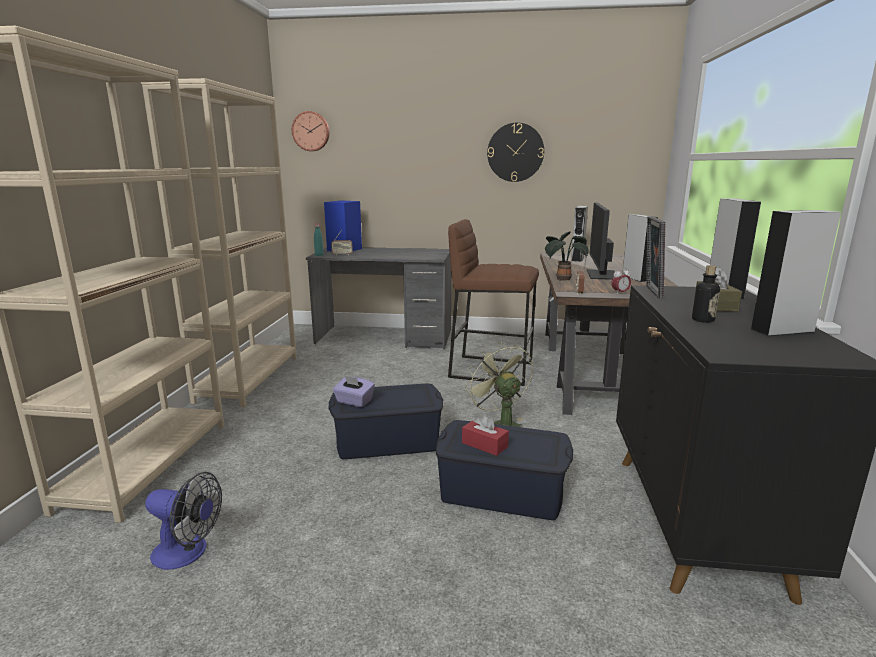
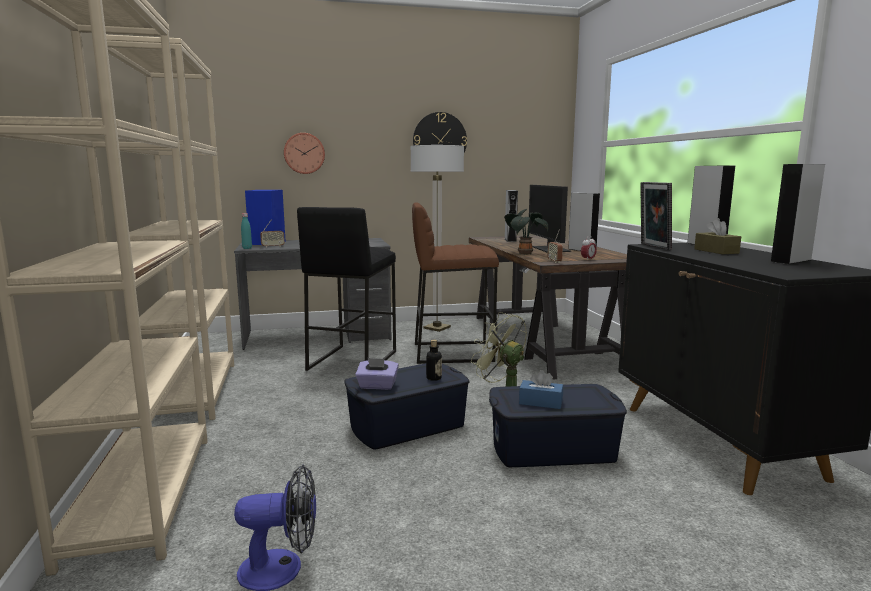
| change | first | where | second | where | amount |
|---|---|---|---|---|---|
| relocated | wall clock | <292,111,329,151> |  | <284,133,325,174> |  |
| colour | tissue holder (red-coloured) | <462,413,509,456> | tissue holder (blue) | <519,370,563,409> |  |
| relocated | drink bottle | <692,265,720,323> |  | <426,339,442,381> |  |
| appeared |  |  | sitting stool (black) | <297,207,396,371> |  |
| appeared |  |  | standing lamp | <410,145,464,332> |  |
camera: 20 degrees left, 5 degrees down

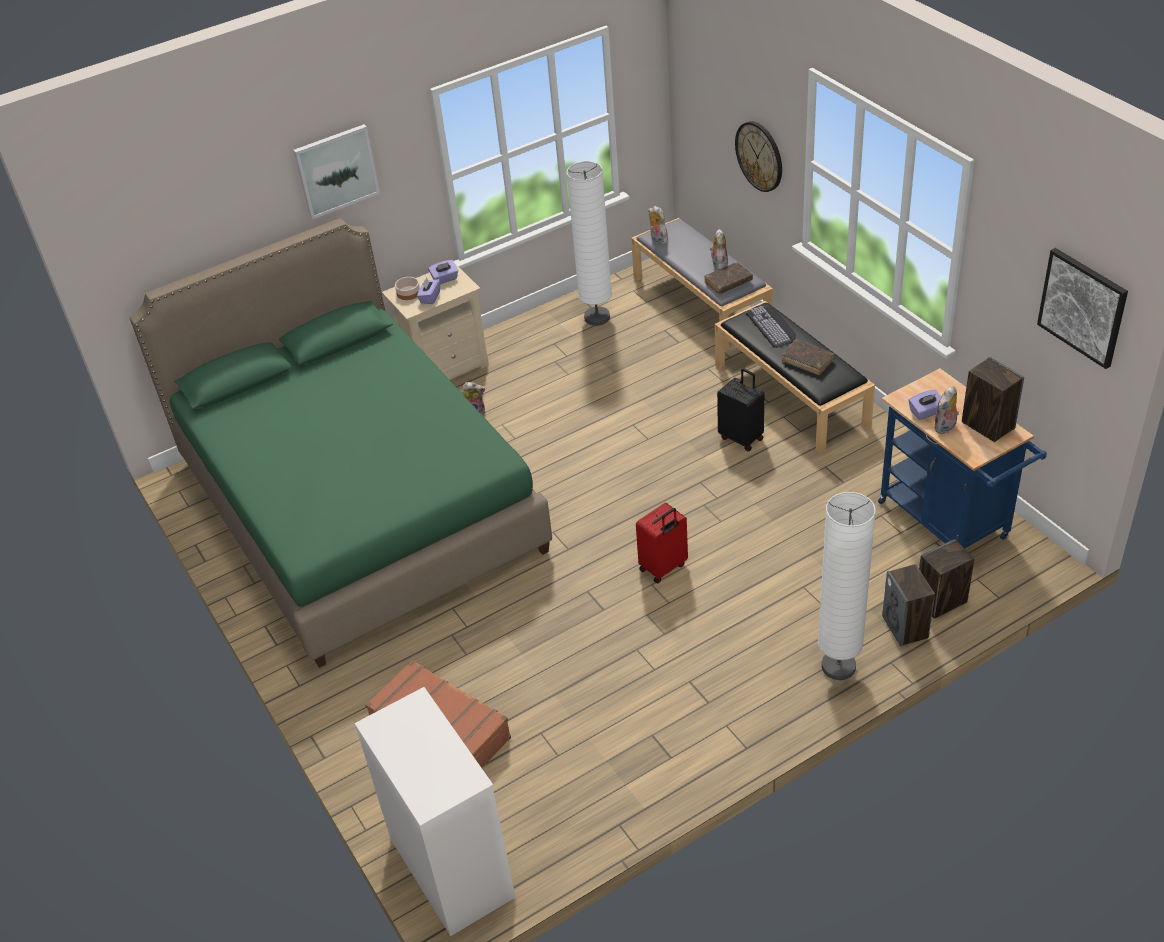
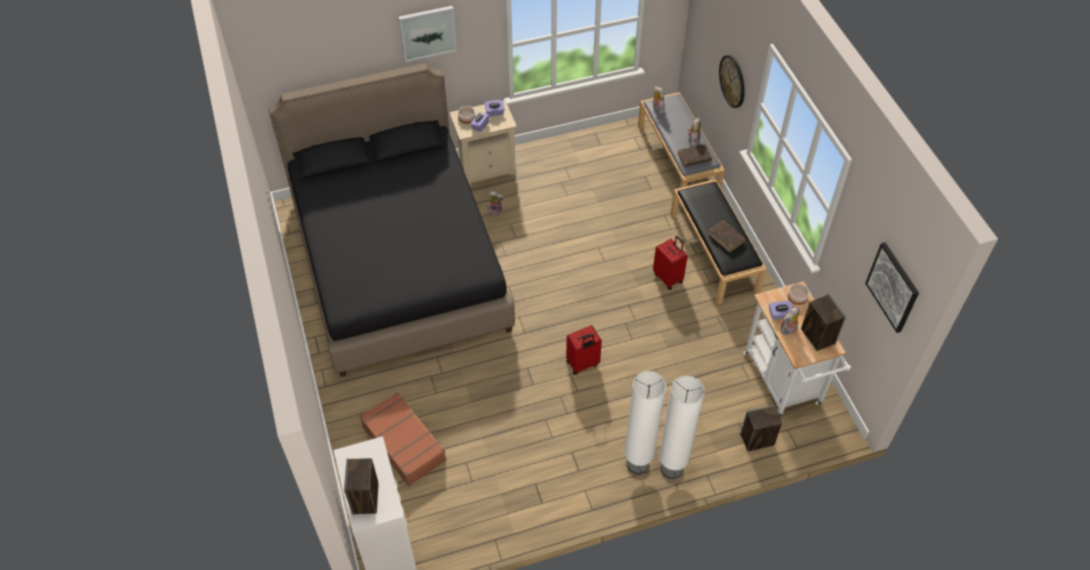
| change | first | where | second | where | amount |
|---|---|---|---|---|---|
| colour | bed (green-coloured) | <130,218,552,668> | bed (black) | <268,63,515,377> |  |
| relocated | standing lamp (white) | <566,161,612,326> |  | <624,371,666,475> |  |
| colour | travel case (black) | <717,368,764,452> | travel case (red-coloured) | <653,236,688,290> |  |
| missing | PC keyboard | <746,306,796,348> |  |  |  |
| colour | trolley (blue) | <878,368,1047,548> | trolley (white) | <743,281,851,417> |  |
| relocated | speaker | <882,564,935,646> |  | <344,458,379,515> |  |
| appeared |  |  | deep dish | <788,283,809,305> |  |
camera: 10 degrees right, 10 degrees up

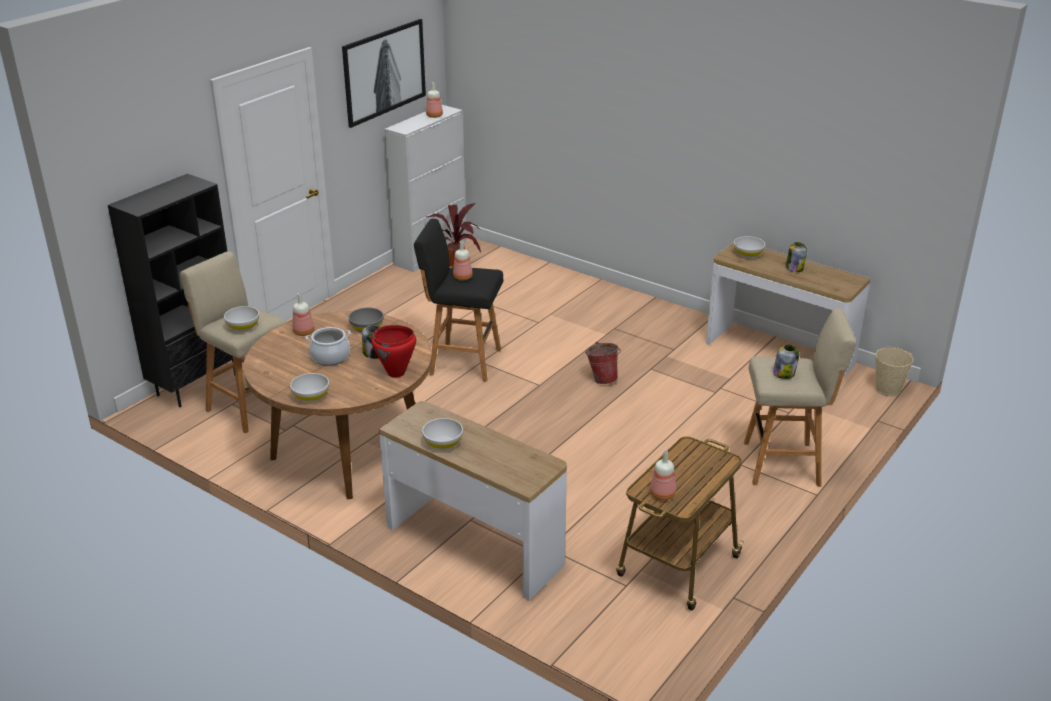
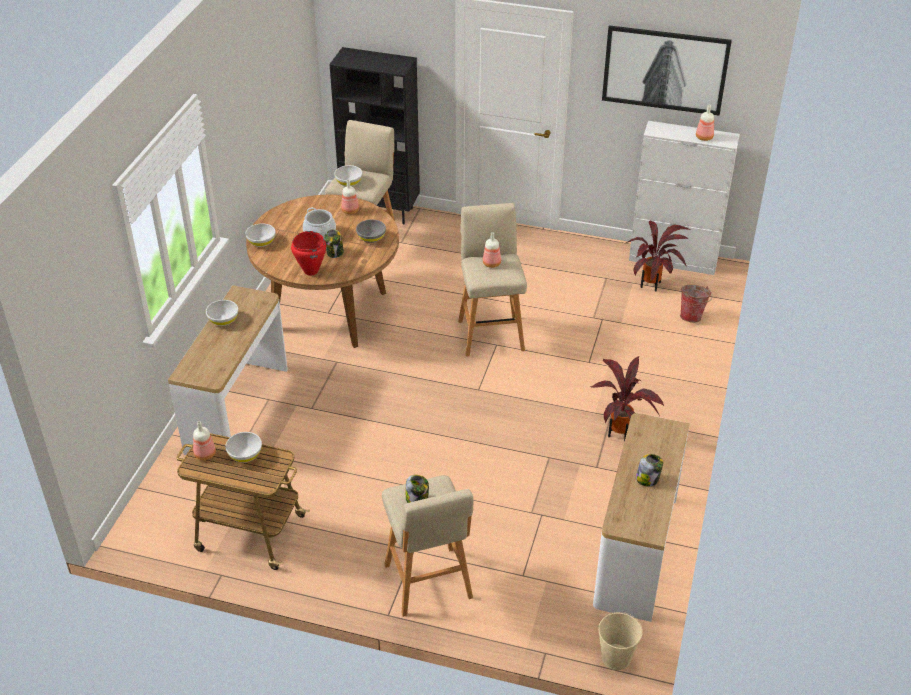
| change | first | where | second | where | amount |
|---|---|---|---|---|---|
| colour | sitting stool (black) | <414,219,504,382> | sitting stool (beige) | <458,203,527,356> |  |
| relocated | water bucket | <585,342,621,384> |  | <680,285,712,322> |  |
| relocated | deep dish (white) | <734,236,765,258> |  | <225,432,262,463> |  |
| appeared |  |  | plant in a pot | <590,356,664,442> |  |
camera: 70 degrees right, 10 degrees up

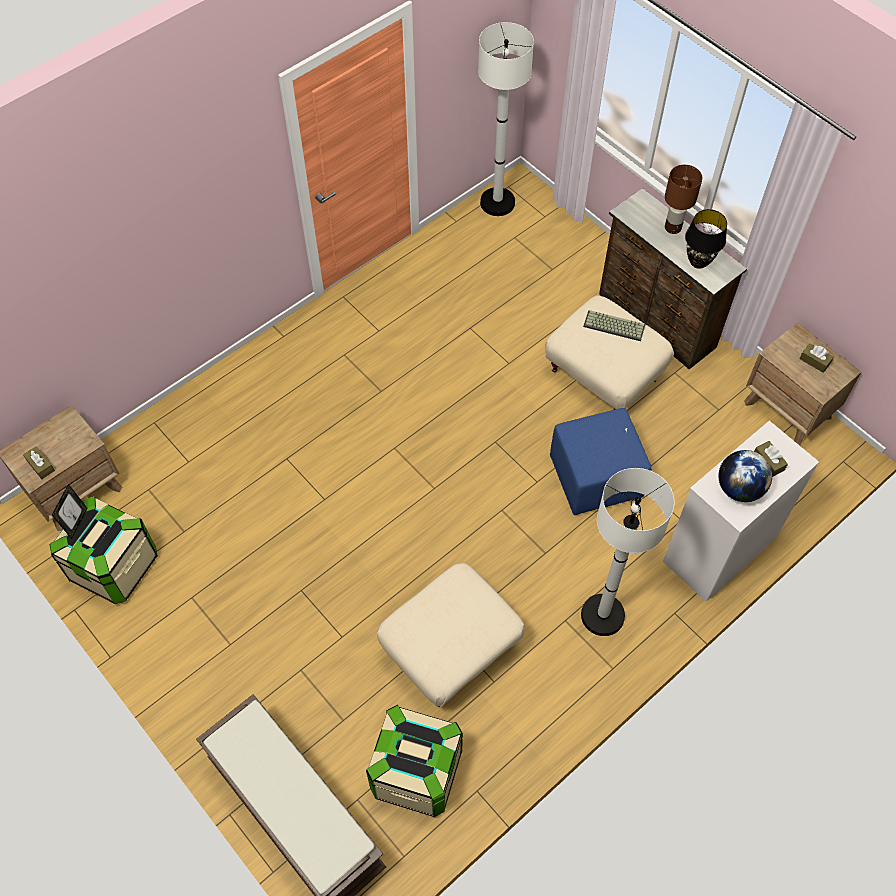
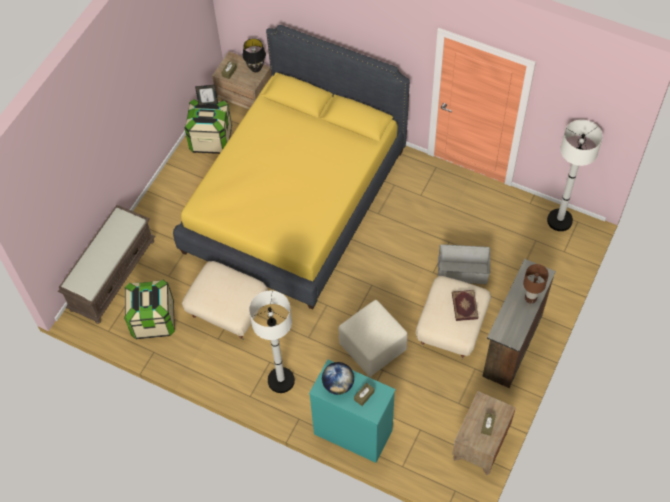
| change | first | where | second | where | amount |
|---|---|---|---|---|---|
| colour | ottoman (blue) | <550,408,651,515> | ottoman (beige) | <338,300,407,377> |  |
| exchanged | PC keyboard | <583,310,646,341> | volume | <452,290,479,321> |  |
| colour | dresser (white) | <663,421,819,602> | dresser (turquoise-coloured) | <309,359,396,463> |  |
| relocated | tabletop lamp (black) | <685,209,727,269> |  | <243,38,266,72> |  |
| appeared |  |  | bed (yellow-coloured) | <173,25,410,310> |  |
| appeared |  |  | storage container (gray) | <438,244,490,284> |  |
camera: 70 degrees right, 0 degrees up

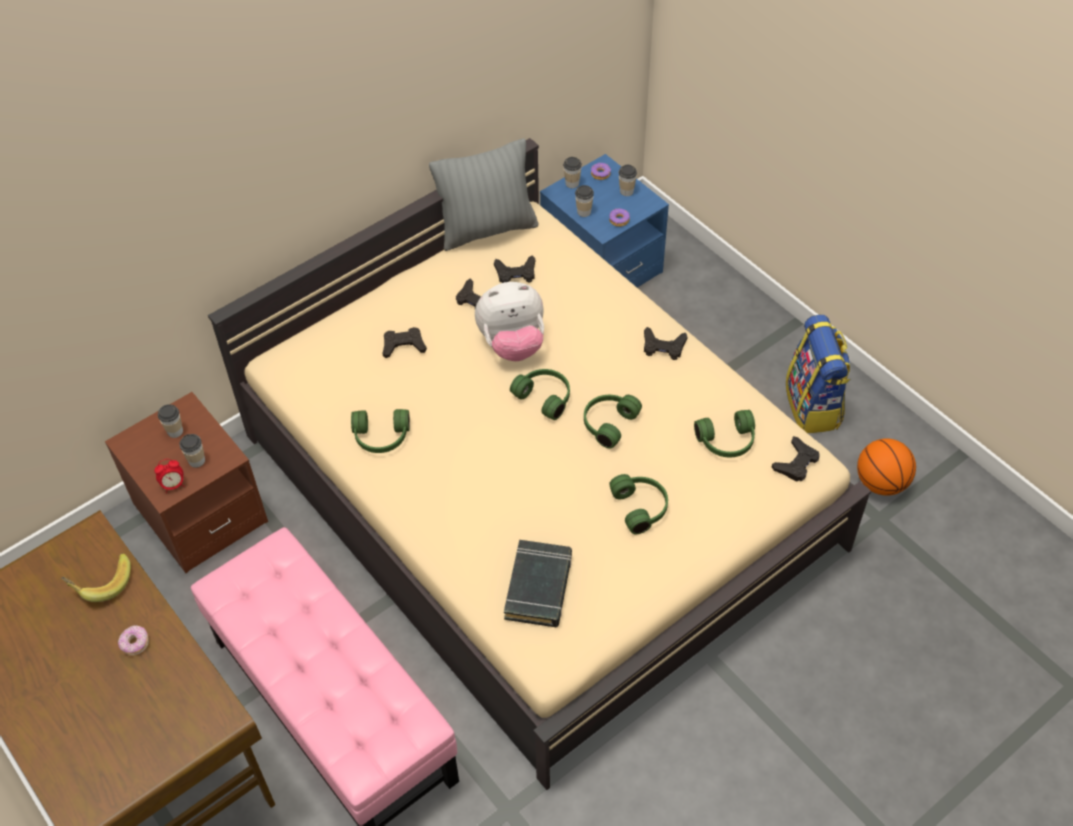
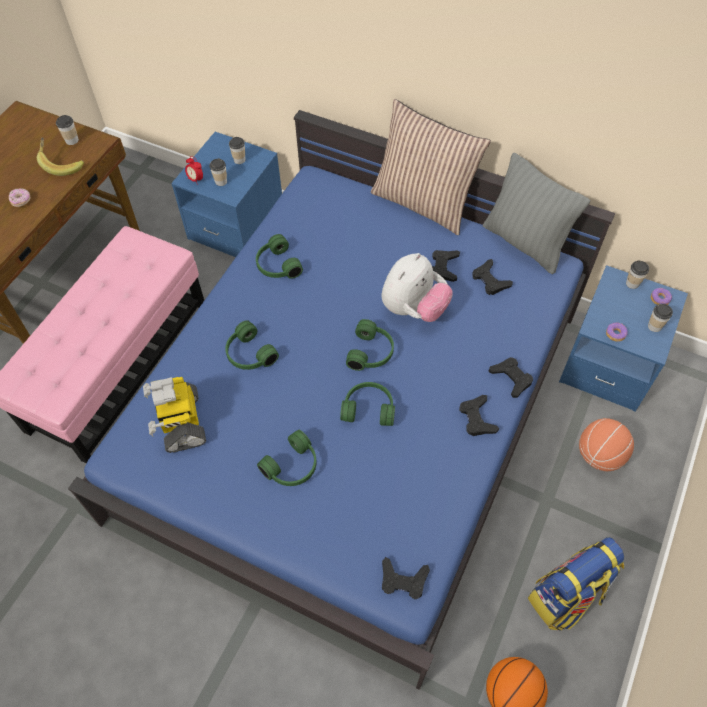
| change | first | where | second | where | amount |
|---|---|---|---|---|---|
| colour | nightstand (brownish) | <105,392,268,573> | nightstand (blue) | <171,132,282,257> |  |
| colour | bed (beige) | <208,138,871,790> | bed (blue) | <68,110,615,690> |  |
| relocated | game controller (black) | <383,327,427,358> |  | <488,357,533,398> |  |
| spun | soft toy | <475,282,544,361> |  | <381,253,453,322> | 105 degrees counterclockwise |
| exchanged | volume (black) | <504,540,572,627> | robot figure | <143,377,206,453> |  |
| relocated | cup | <575,185,594,217> |  | <56,115,79,145> |  |
| relocated | headphones (green-coloured) | <694,410,755,458> |  | <225,320,279,370> |  |
| appeared |  |  | cushion | <371,99,491,235> |  |
| appeared |  |  | basketball | <579,418,634,471> |  |
camera: 65 degrees right, 5 degrees up

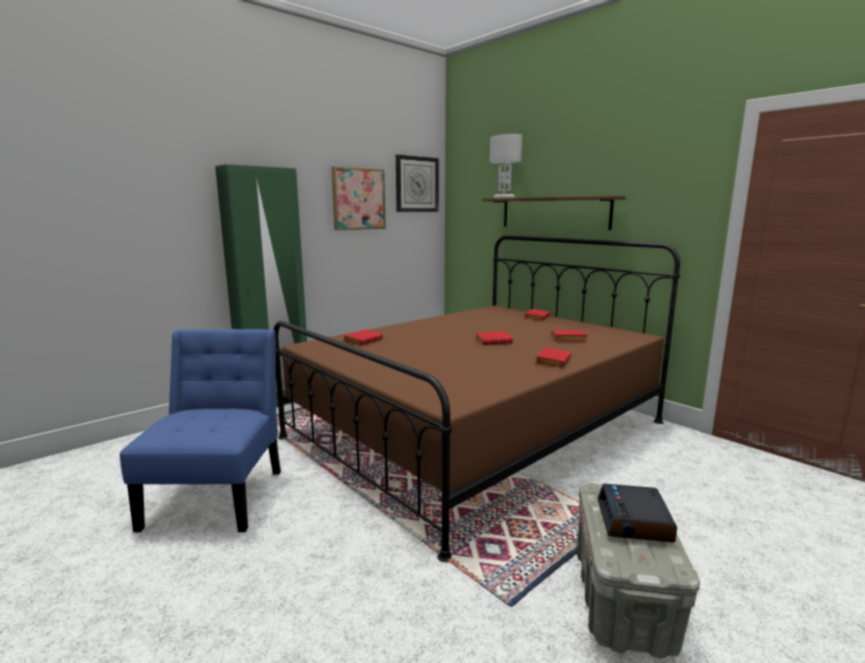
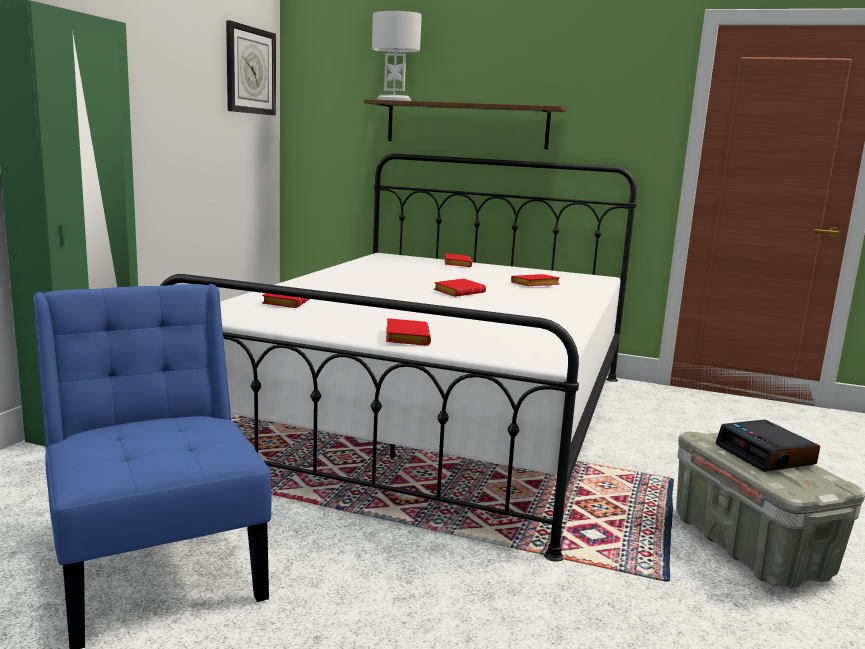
| change | first | where | second | where | amount |
|---|---|---|---|---|---|
| colour | bed (brownish) | <273,235,680,562> | bed (white) | <160,154,637,562> |  |
| missing | wall picture | <331,166,386,230> |  |  |  |
| relocated | volume (red-coloured) | <536,347,572,368> |  | <386,318,431,346> |  |
camera: 30 degrees left, 0 degrees up

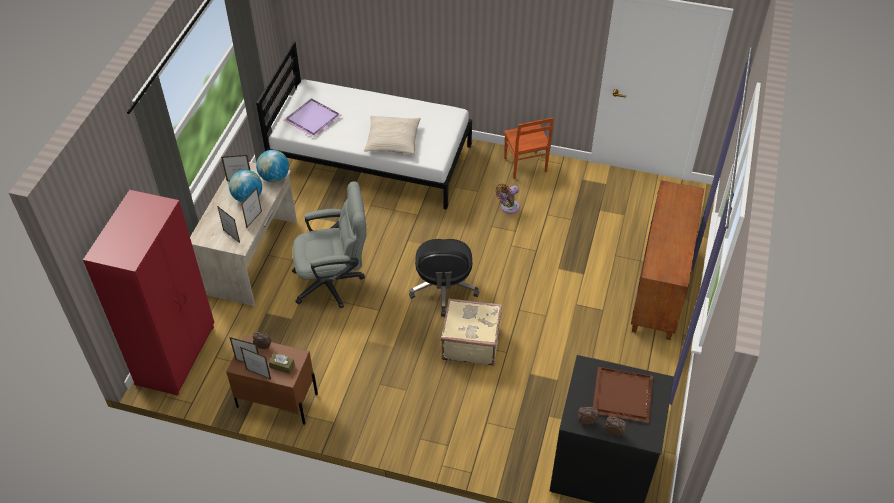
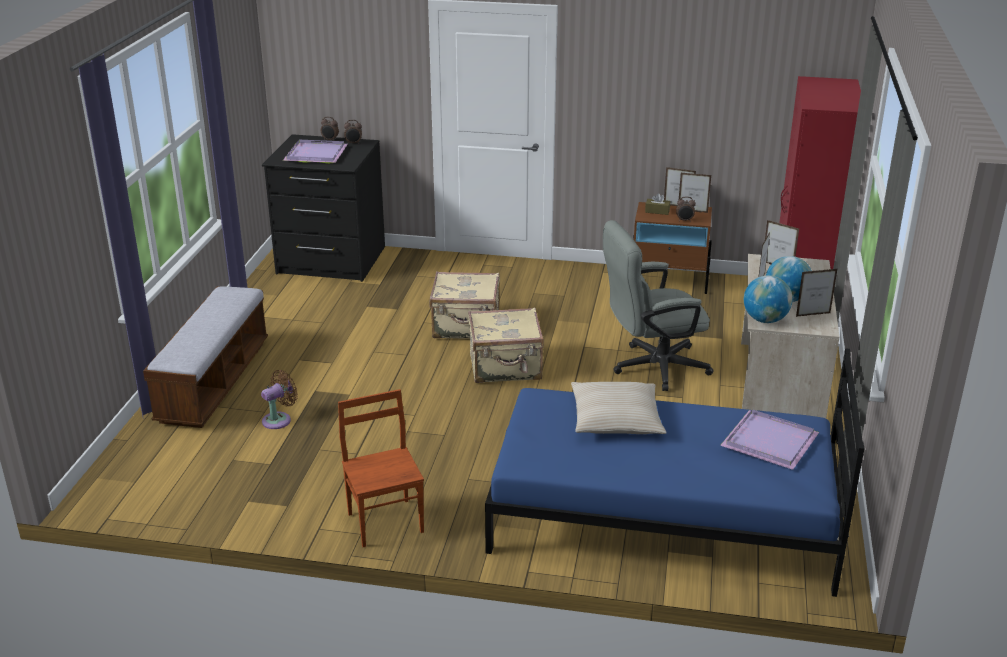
| change | first | where | second | where | amount |
|---|---|---|---|---|---|
| colour | bed (white) | <256,41,472,210> | bed (blue) | <485,348,864,597> |  |
| exchanged | desk chair (black) | <409,239,479,317> | travel case (beige) | <468,307,544,383> |  |
| relocated | fan (brownish) | <495,184,520,214> |  | <261,370,298,429> |  |
| colour | serving tray (brownish) | <593,367,653,423> | serving tray (purplish) | <283,140,348,164> |  |
| exchanged | cupboard (brownish) | <631,180,704,340> | indoor bench | <143,286,268,428> |  |
camera: 175 degrees right, 20 degrees down

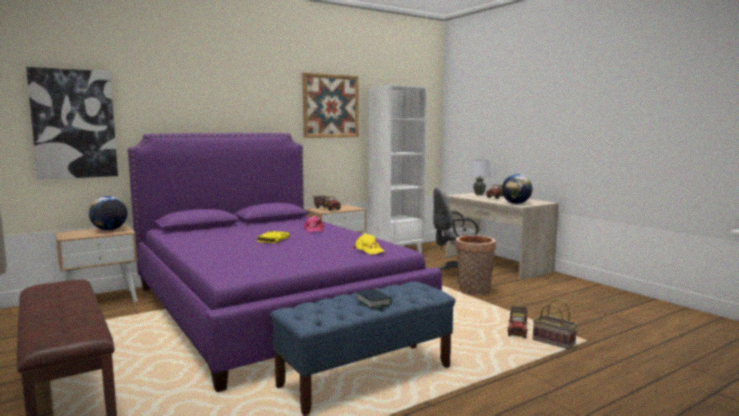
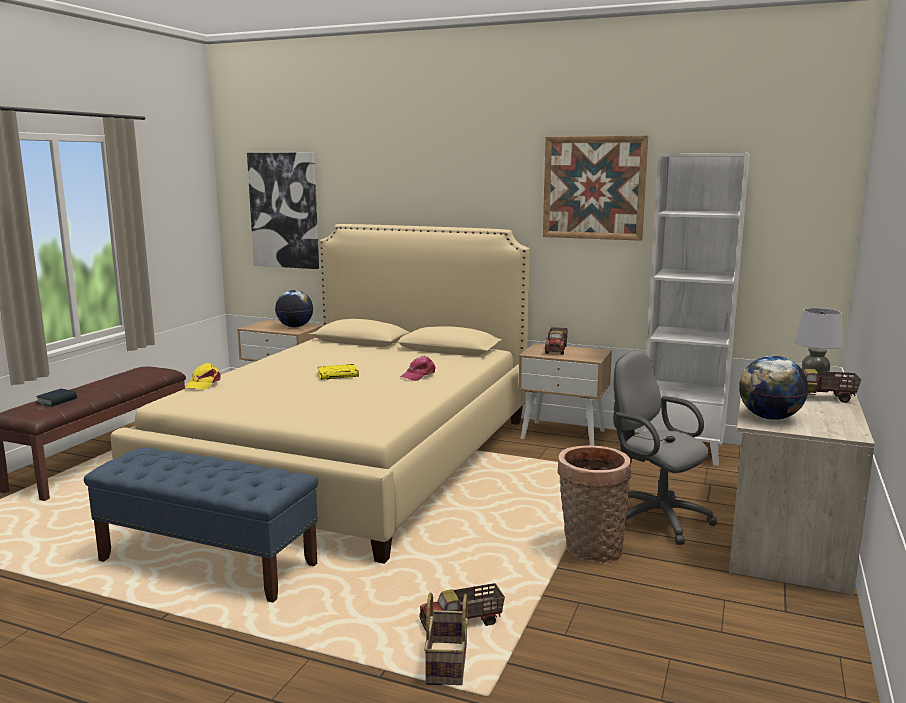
| change | first | where | second | where | amount |
|---|---|---|---|---|---|
| colour | bed (purplish) | <128,133,442,392> | bed (beige) | <111,224,530,564> |  |
| relocated | peaked cap (yellow-coloured) | <353,234,385,255> |  | <185,363,221,390> |  |
| relocated | volume | <357,289,392,309> |  | <36,389,77,407> |  |
camera: 55 degrees right, 5 degrees up

